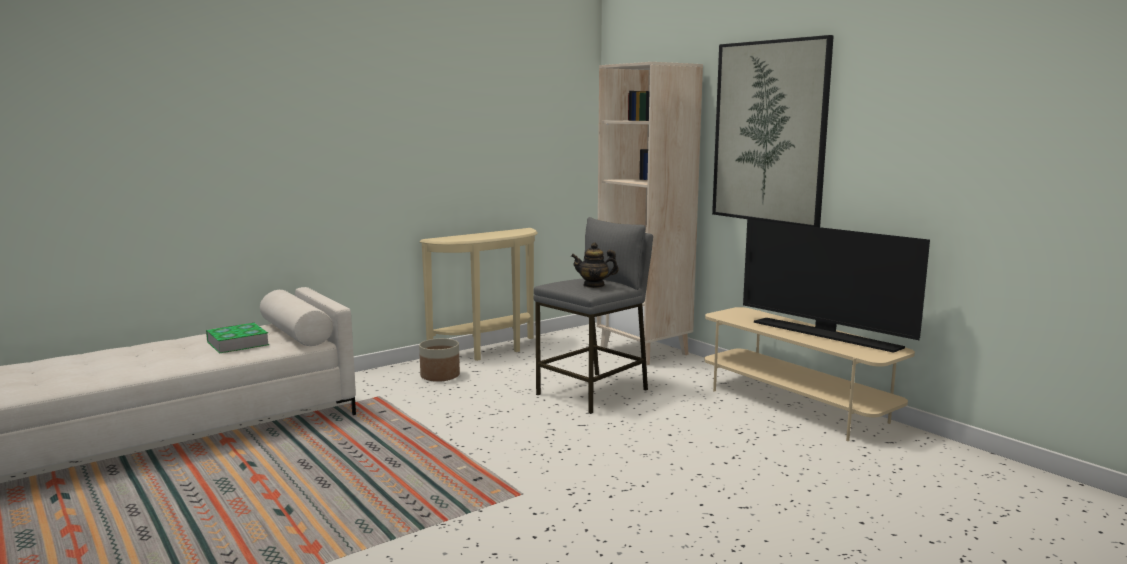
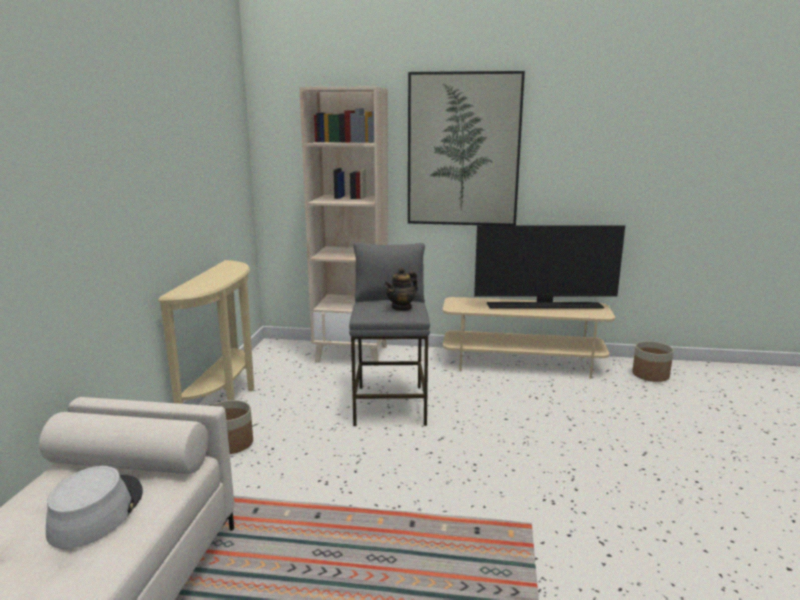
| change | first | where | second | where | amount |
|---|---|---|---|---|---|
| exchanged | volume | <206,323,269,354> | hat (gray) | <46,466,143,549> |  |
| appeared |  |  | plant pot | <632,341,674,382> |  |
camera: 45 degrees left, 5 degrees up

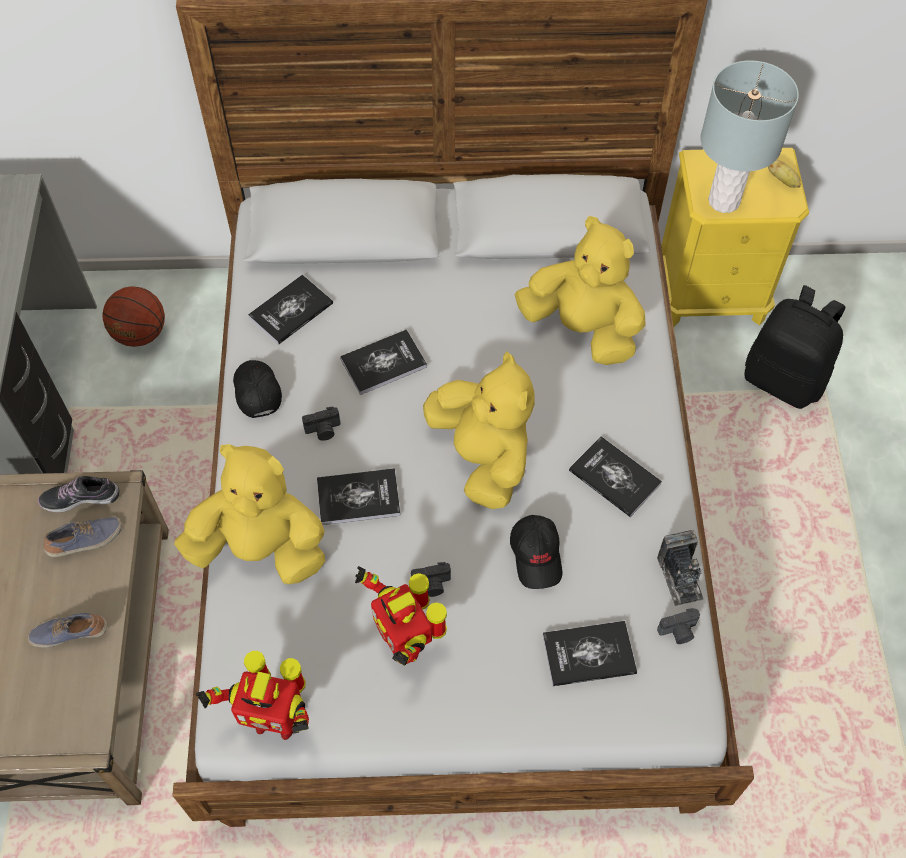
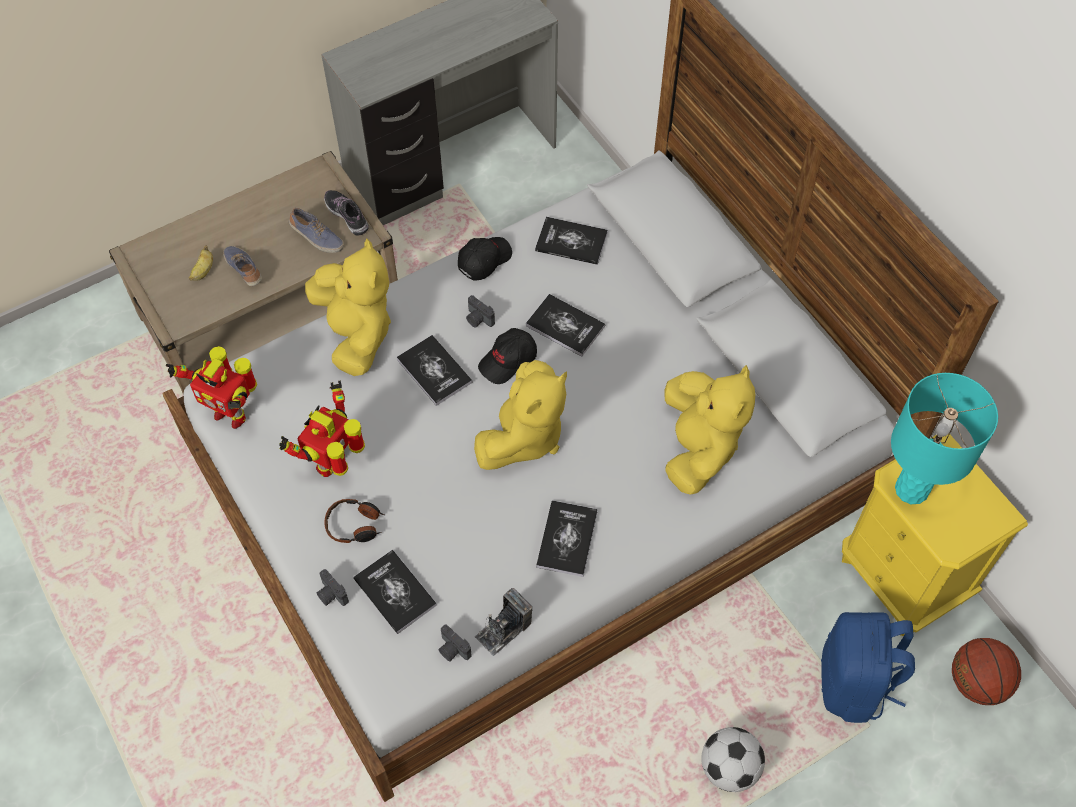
| change | first | where | second | where | amount |
|---|---|---|---|---|---|
| relocated | basketball | <102,286,165,347> |  | <952,638,1021,705> |  |
| spun | robot figure | <196,651,309,740> |  | <166,346,257,429> | 45 degrees counterclockwise |
| relocated | still camera | <411,562,451,597> |  | <316,569,349,606> |  |
| relocated | peaked cap (black) | <510,515,562,589> |  | <478,328,537,384> |  |
| colour | tabletop lamp (gray) | <700,60,799,213> | tabletop lamp (turquoise-coloured) | <891,373,998,504> |  |
| colour | knapsack (black) | <745,285,845,409> | knapsack (blue) | <821,612,915,723> |  |
| relocated | banana | <768,160,801,188> |  | <189,245,213,281> |  |
| appeared |  |  | headphones | <324,499,384,543> |  |
| appeared |  |  | ball for football | <701,727,765,792> |  |
camera: 60 degrees right, 0 degrees up

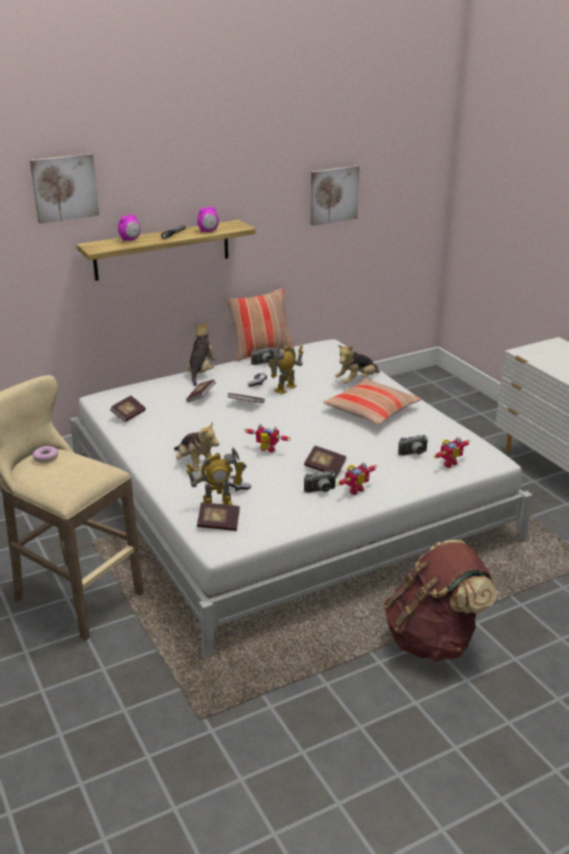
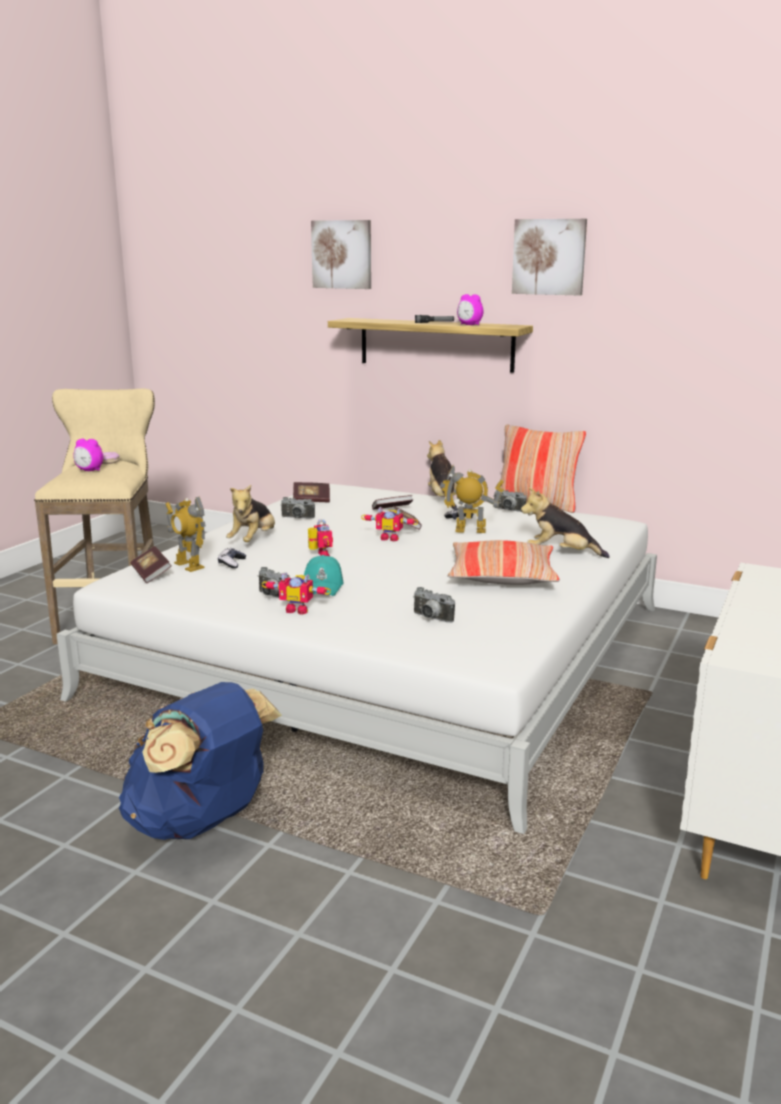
| change | first | where | second | where | amount |
|---|---|---|---|---|---|
| relocated | bedside clock | <118,214,140,241> |  | <73,439,103,471> |  |
| spun | soft toy | <187,322,216,387> |  | <427,440,457,509> | 75 degrees counterclockwise |
| exchanged | volume | <304,446,346,477> | peaked cap (turquoise-coloured) | <304,555,343,596> |  |
| relocated | wall picture | <311,166,359,226> |  | <512,219,587,296> |  |
| colour | knapsack (brownish) | <384,540,497,661> | knapsack (blue) | <119,682,282,840> |  |
| relocated | robot figure | <434,437,470,468> |  | <361,507,418,541> |  |
| appeared |  |  | still camera | <280,497,315,519> |  |
camera: 55 degrees right, 10 degrees down

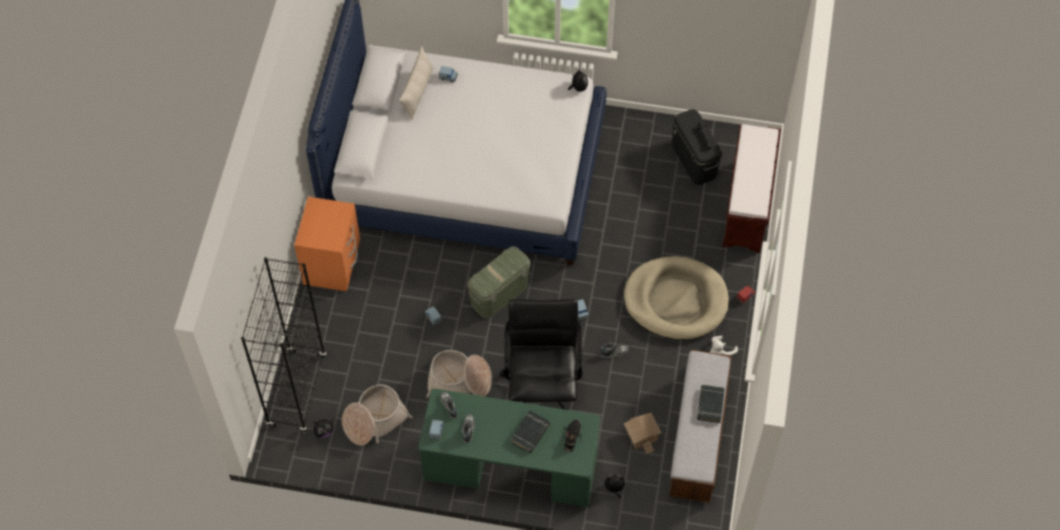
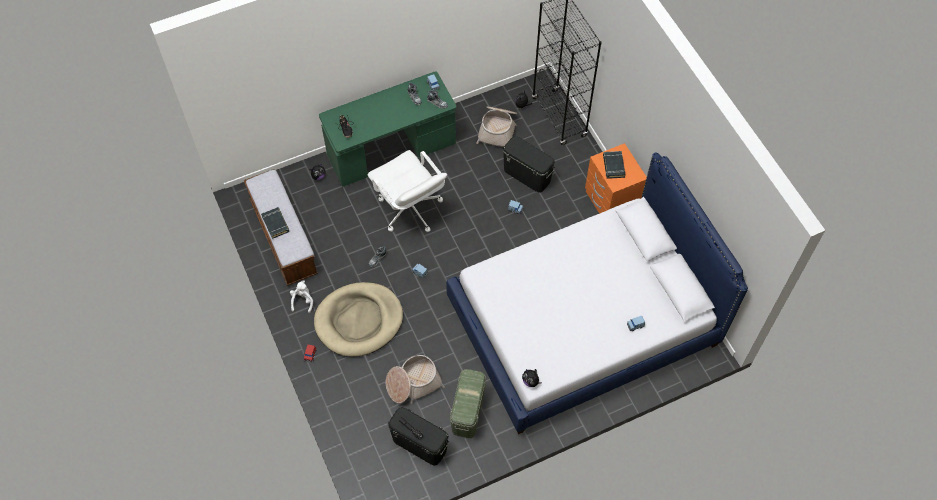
| change | first | where | second | where | amount |
|---|---|---|---|---|---|
| missing | cushion (beige) | <399,46,434,120> |  |  |  |
| relocated | household basket | <426,350,492,398> |  | <386,355,445,404> |  |
| relocated | storage container (green-coloured) | <468,246,530,319> |  | <450,369,486,438> |  |
| colour | desk chair (black) | <500,299,582,410> | desk chair (white) | <368,150,447,232> |  |
| relocated | volume (black) | <510,410,550,453> |  | <603,151,625,179> |  |
| missing | miniature house | <624,413,661,454> |  |  |  |
| missing | indoor bench (brownish) | <723,124,781,253> |  |  |  |
| appeared |  |  | storage container (black) | <503,136,555,193> |  |
camera: 145 degrees right, 0 degrees up

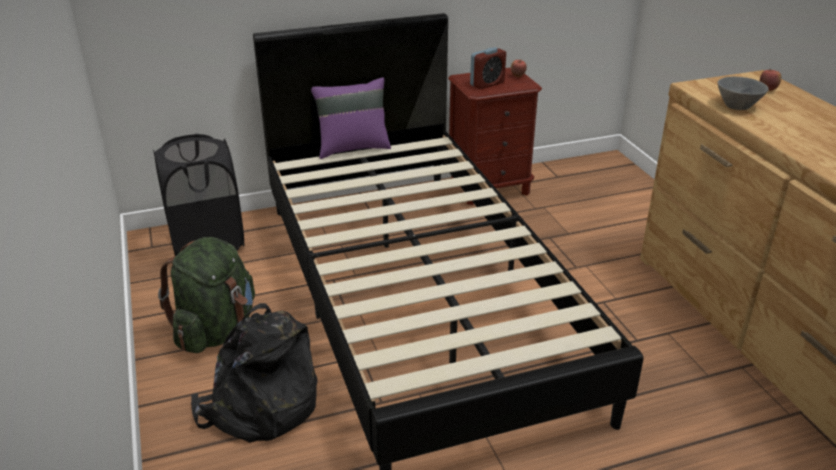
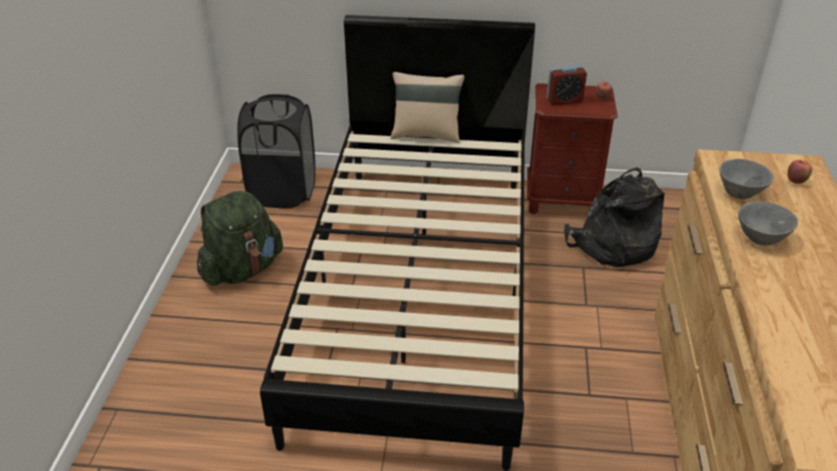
| change | first | where | second | where | amount |
|---|---|---|---|---|---|
| relocated | knapsack (black) | <191,303,317,443> |  | <564,167,665,267> |  |
| colour | cushion (purplish) | <311,77,391,159> | cushion (beige) | <390,72,464,143> |  |
| appeared |  |  | deep dish (gray) | <738,202,798,246> |  |
camera: 25 degrees right, 5 degrees up

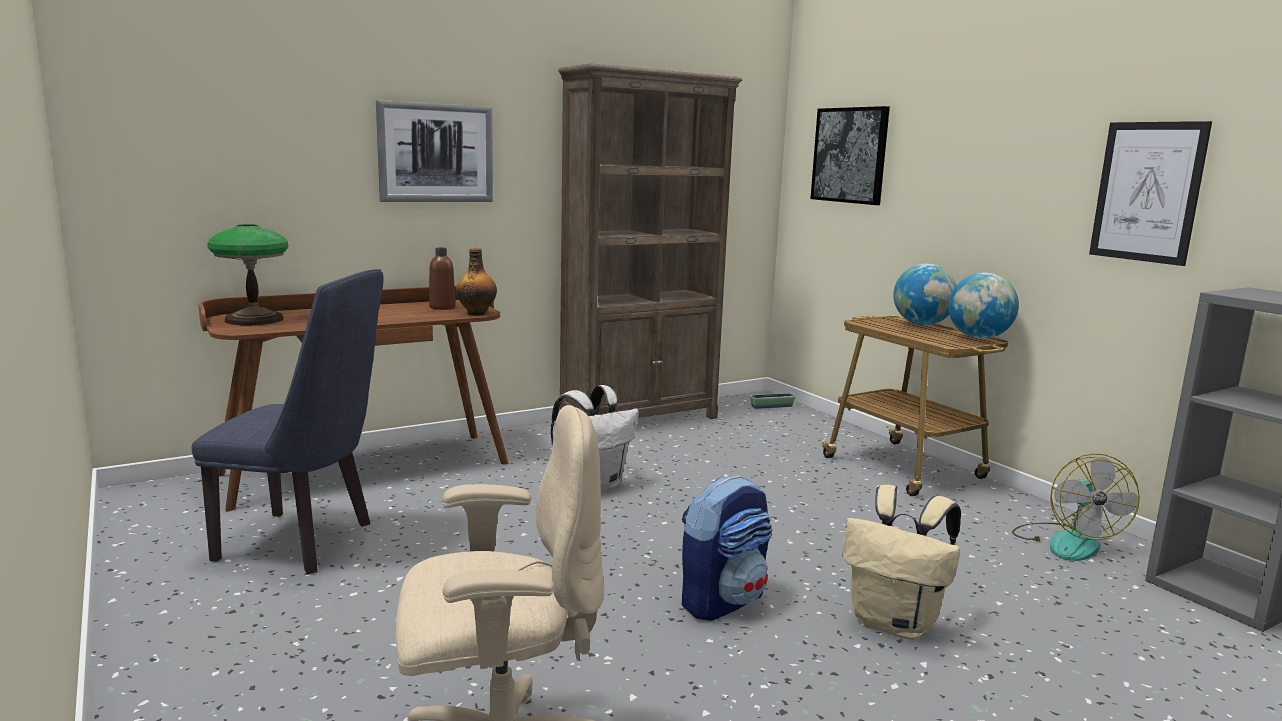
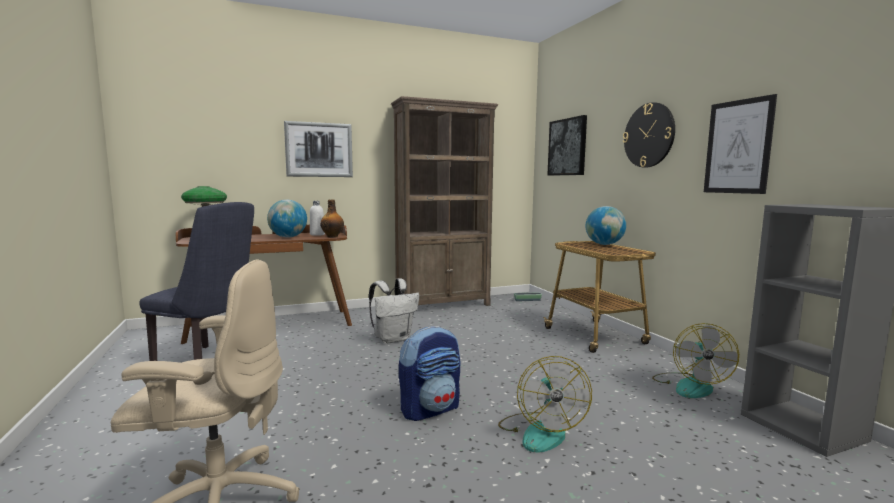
| change | first | where | second | where | amount |
|---|---|---|---|---|---|
| colour | drink bottle (brownish) | <429,248,456,310> | drink bottle (white) | <310,201,325,236> |  |
| exchanged | knapsack (beige) | <842,485,961,640> | fan | <498,356,592,453> |  |
| relocated | globe | <948,273,1019,339> |  | <267,200,307,238> |  |
| appeared |  |  | wall clock | <623,102,675,168> |  |
camera: 10 degrees right, 5 degrees down

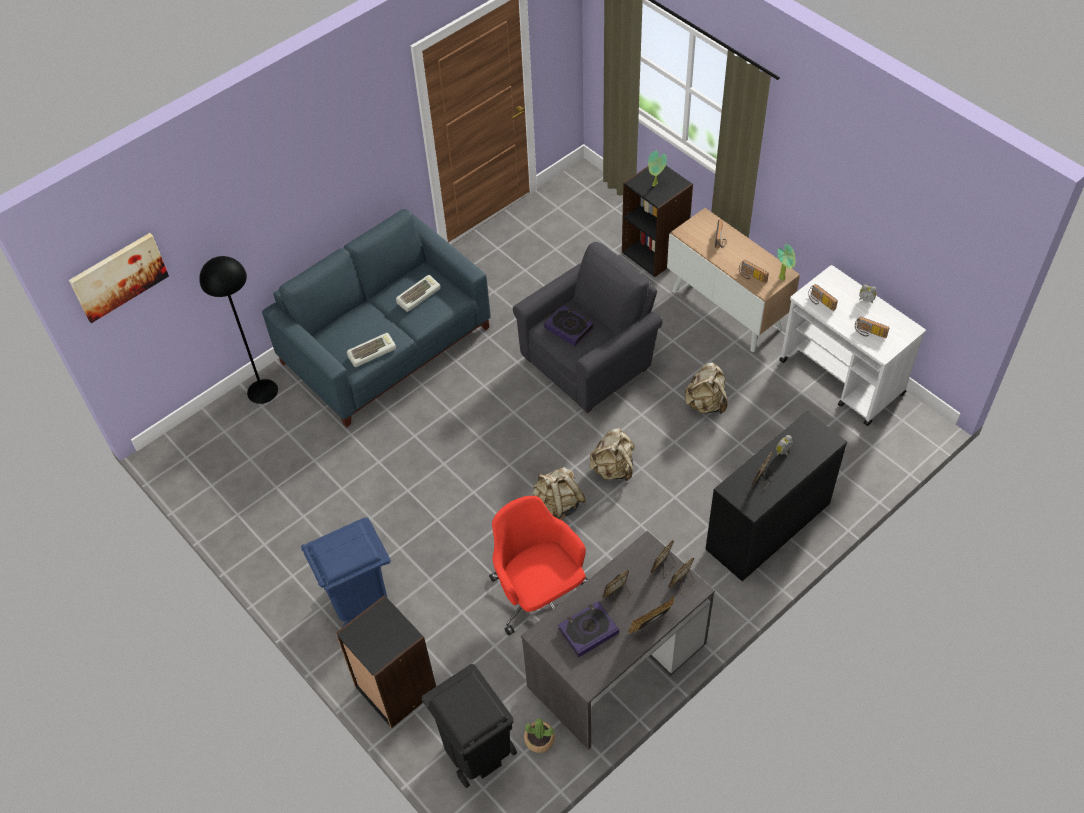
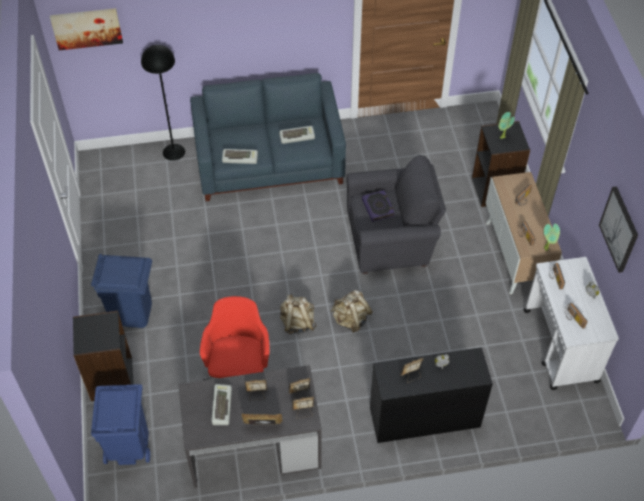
| change | first | where | second | where | amount |
|---|---|---|---|---|---|
| colour | rubbish bin (black) | <421,664,517,788> | rubbish bin (blue) | <91,384,150,465> |  |
| missing | plant in a pot | <524,718,555,753> |  |  |  |
| exchanged | volume | <558,601,619,657> | PC keyboard | <211,384,232,425> |  |
| missing | knapsack (beige) | <684,362,728,414> |  |  |  |
| appeared |  |  | wall picture | <599,186,638,273> |  |
camera: 30 degrees right, 0 degrees up

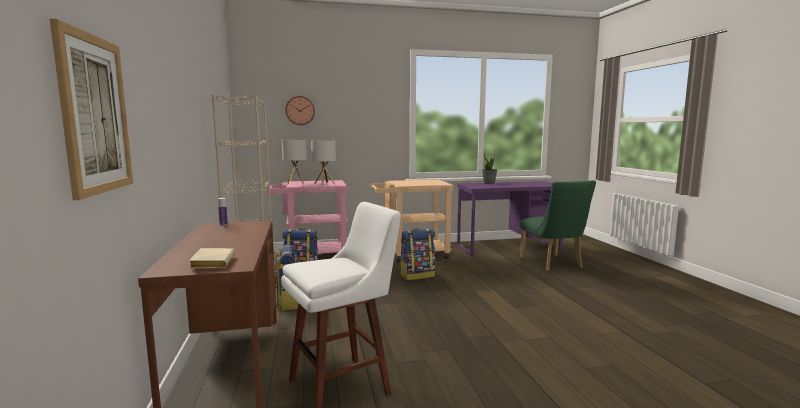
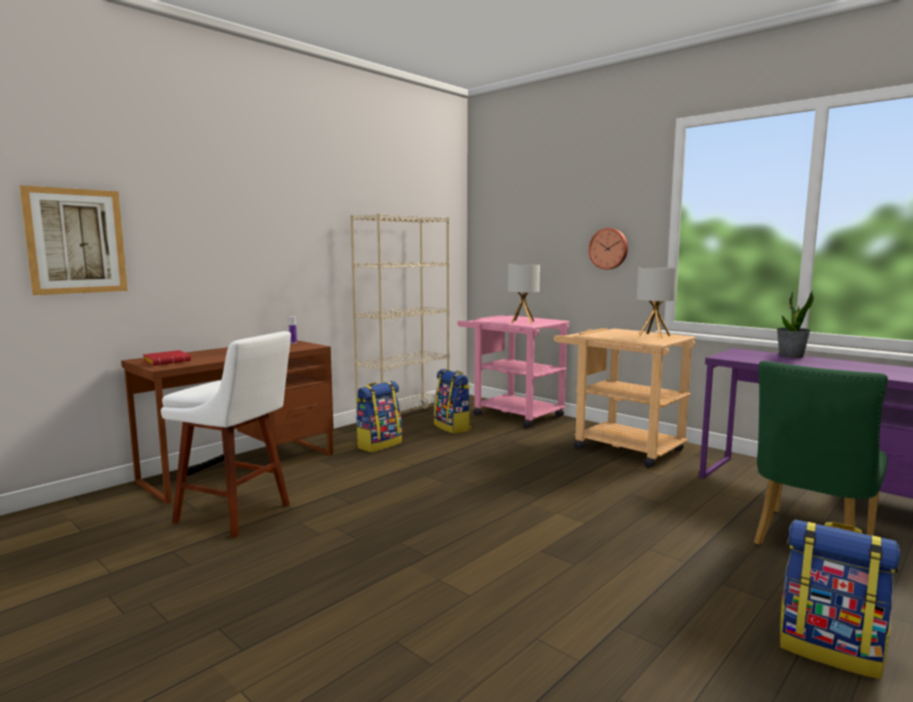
| change | first | where | second | where | amount |
|---|---|---|---|---|---|
| colour | volume (beige) | <189,248,234,268> | volume (red-coloured) | <143,350,191,366> |  |
| relocated | tabletop lamp | <282,140,307,184> |  | <637,267,678,339> |  |
| relocated | wall clock | <286,96,315,125> |  | <589,228,628,270> |  |
| relocated | knapsack | <400,229,436,280> |  | <780,519,900,679> |  |
camera: 55 degrees right, 0 degrees up

